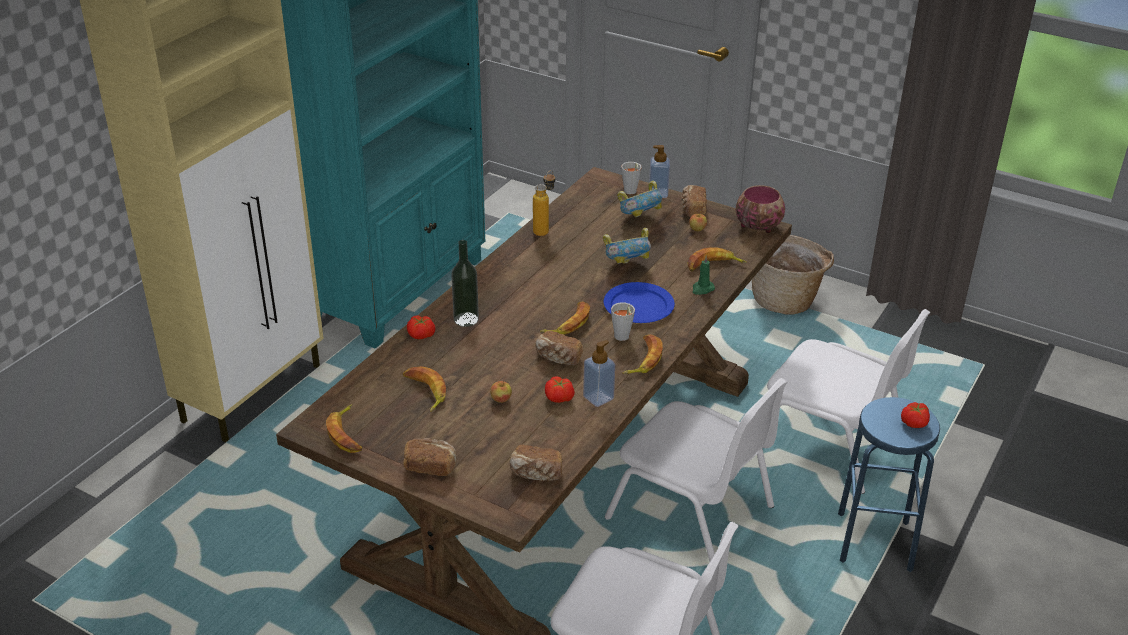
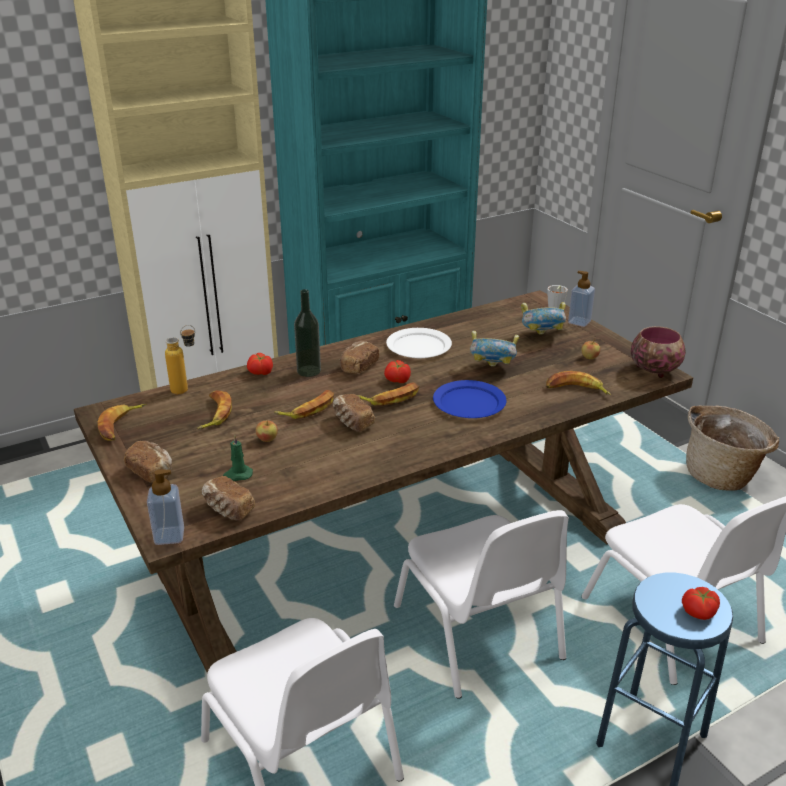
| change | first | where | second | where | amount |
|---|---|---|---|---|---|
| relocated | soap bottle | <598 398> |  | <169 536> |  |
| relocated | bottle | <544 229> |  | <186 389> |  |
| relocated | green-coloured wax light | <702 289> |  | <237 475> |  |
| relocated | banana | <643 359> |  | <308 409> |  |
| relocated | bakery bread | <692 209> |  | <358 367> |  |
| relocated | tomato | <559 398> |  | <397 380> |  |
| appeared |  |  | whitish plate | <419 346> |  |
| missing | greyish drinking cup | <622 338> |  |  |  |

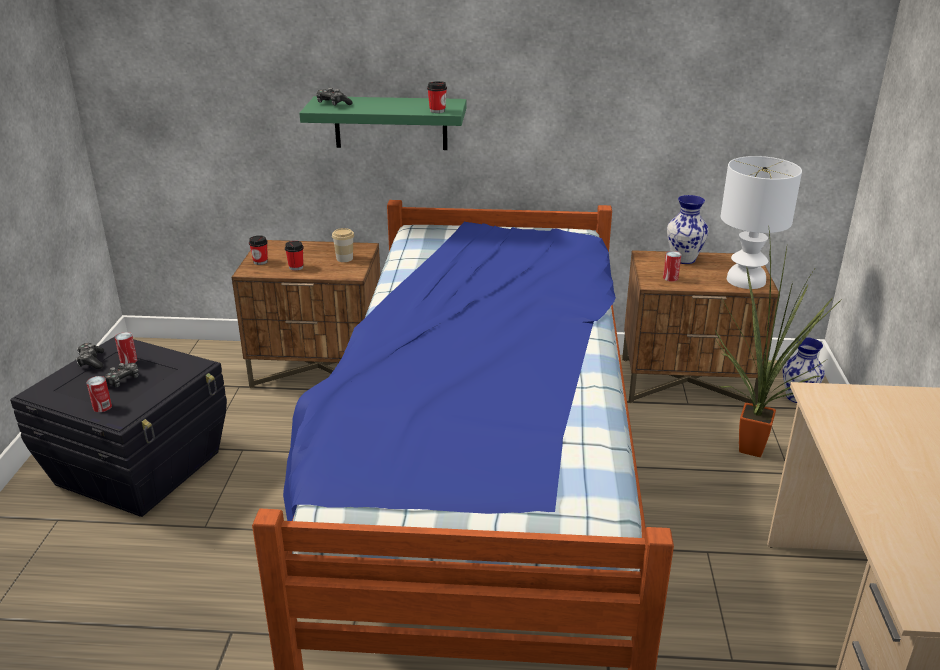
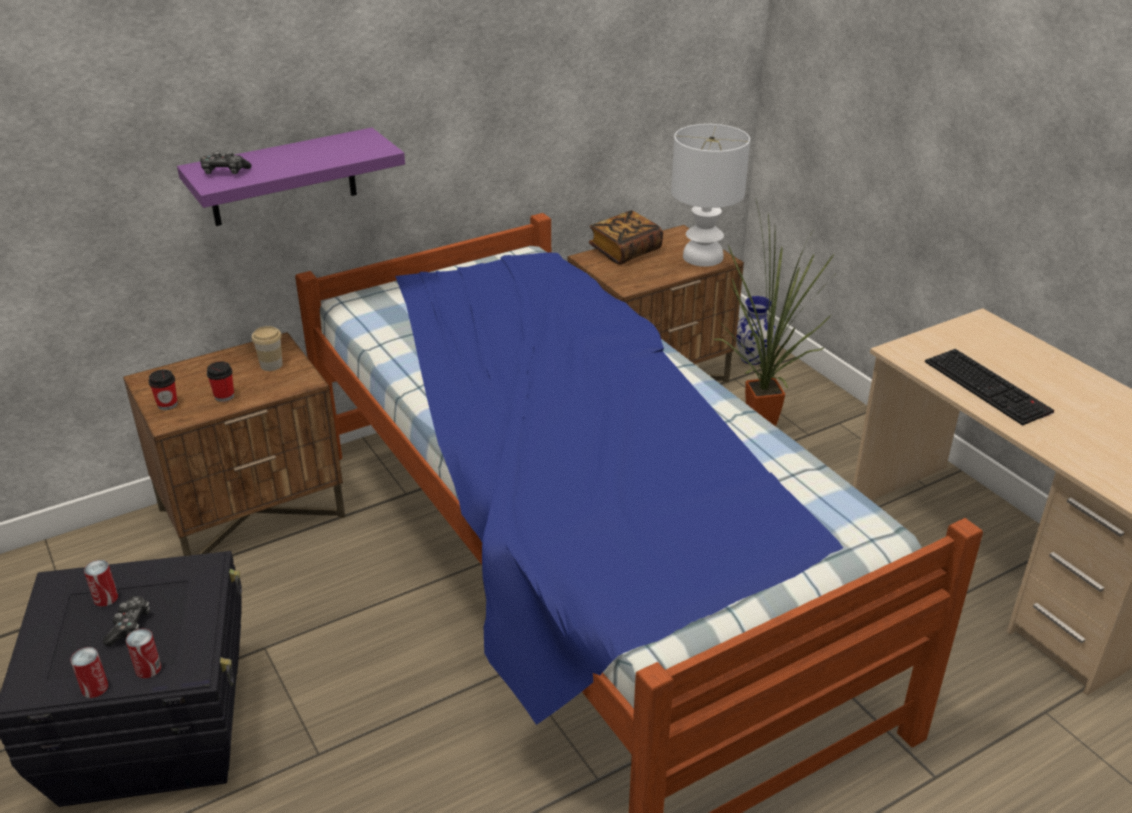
| change | first | where | second | where | amount |
|---|---|---|---|---|---|
| relocated | metal can | <670 278> |  | <94 688> |  |
| colour | green-coloured bracket shelf | <390 123> | purplish bracket shelf | <283 178> |  |
| exchanged | vase | <683 259> | bound book | <625 251> |  |
| appeared |  |  | PC keyboard | <989 387> |  |
| missing | gamepad | <91 361> |  |  |  |
| missing | drinking cup | <437 111> |  |  |  |

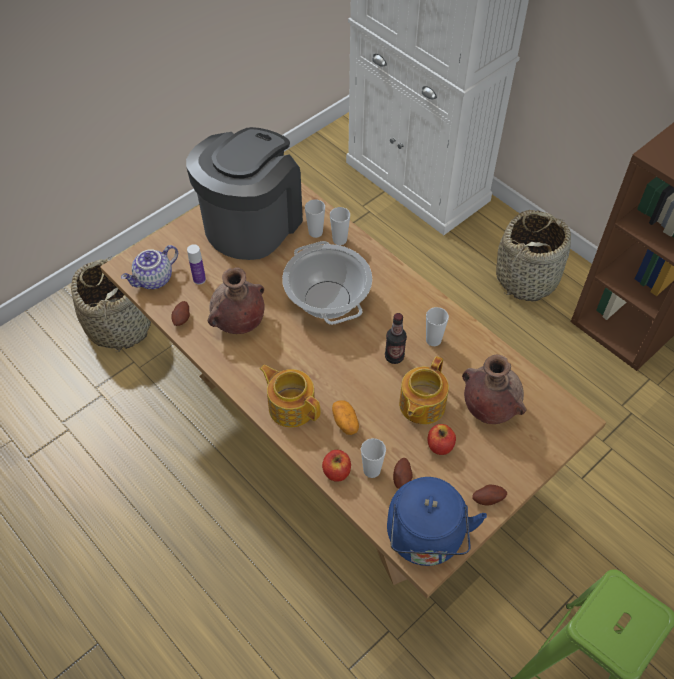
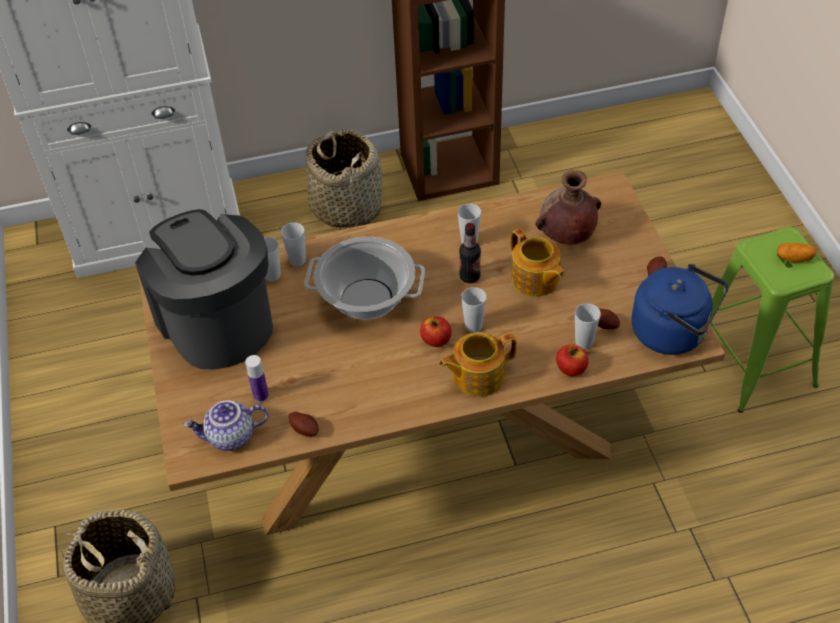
| change | first | where | second | where | amount |
|---|---|---|---|---|---|
| spun | pot for tea | <154 280> |  | <230 437> | 90 degrees clockwise |
| relocated | apple | <440 446> |  | <436 340> |  |
| appeared |  |  | drinking cup | <473 326> |  |
| relocated | spud | <345 422> |  | <794 258> |  |
| missing | brown-coloured vase | <238 323> |  |  |  |

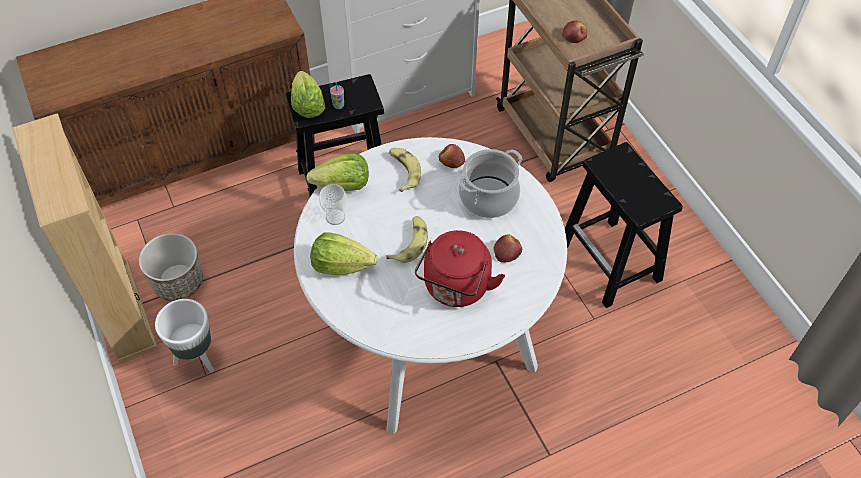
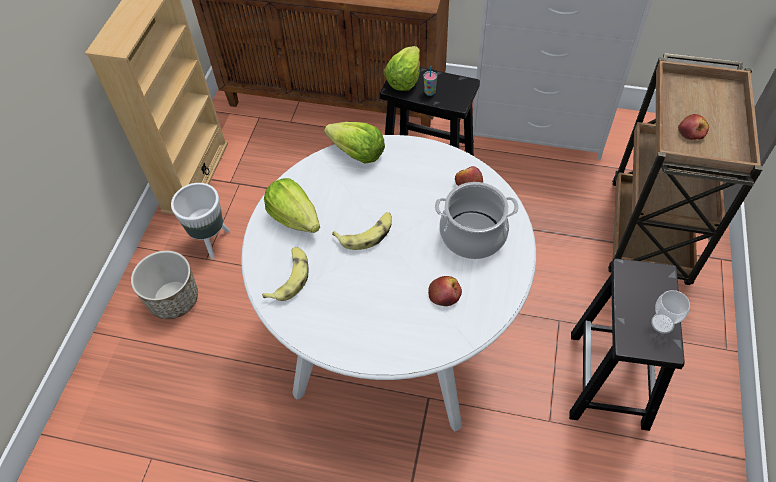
| change | first | where | second | where | amount |
|---|---|---|---|---|---|
| relocated | flower pot | <178 282> |  | <174 299> |  |
| relocated | banana | <403 171> |  | <290 277> |  |
| relocated | drinking cup | <335 217> |  | <662 323> |  |
| missing | reddish water kettle | <456 288> |  |  |  |

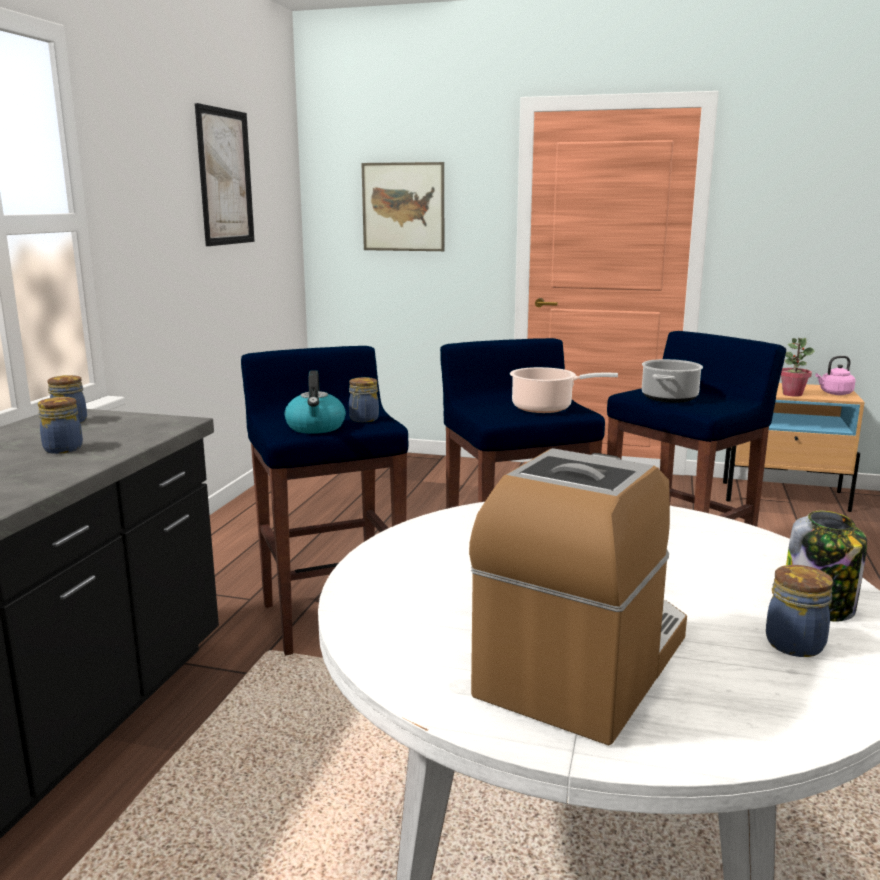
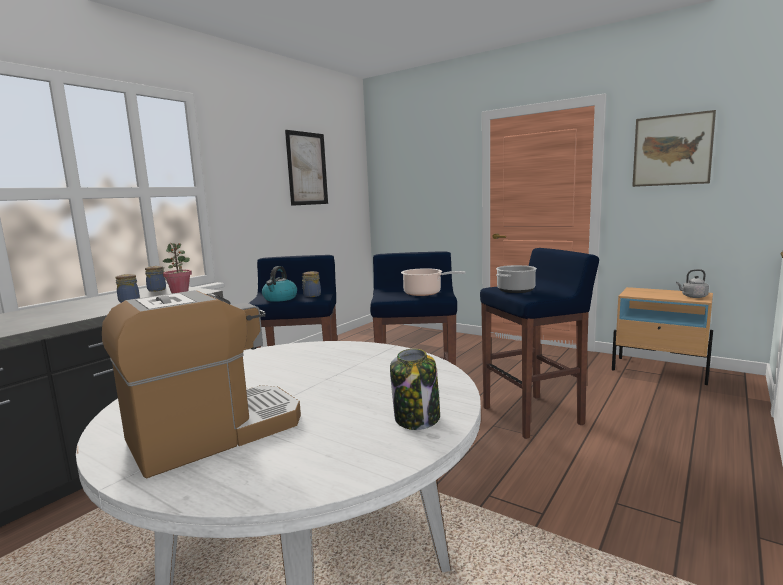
| change | first | where | second | where | amount |
|---|---|---|---|---|---|
| relocated | plant in a pot | <792 394> |  | <180 292> |  |
| relocated | wall picture | <403 207> |  | <672 150> |  |
| colour | pink-coloured water kettle | <834 393> | greyish water kettle | <693 297> |  |
| missing | jar | <796 643> |  |  |  |

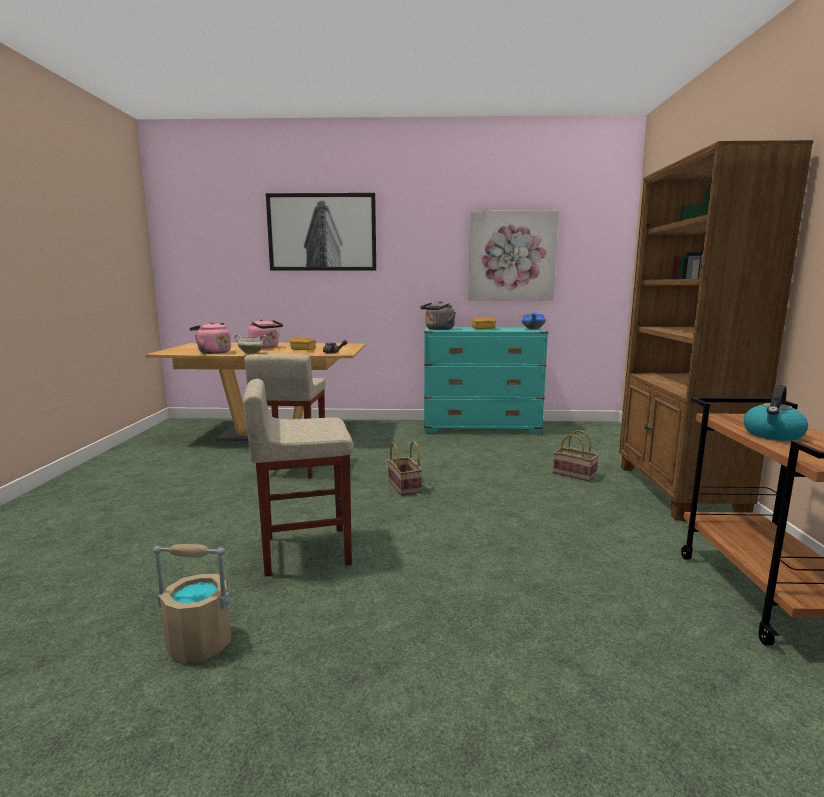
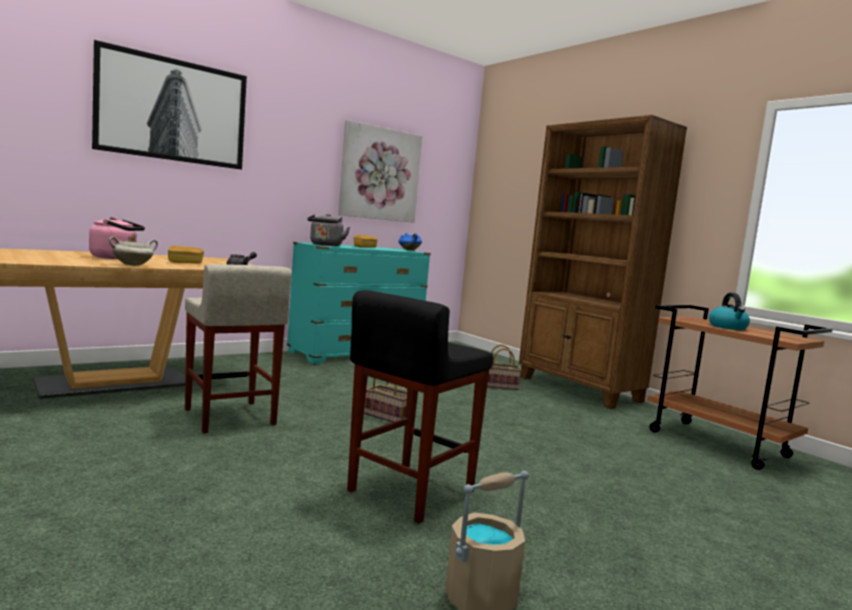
| change | first | where | second | where | amount |
|---|---|---|---|---|---|
| colour | beige sitting stool | <304 550> | blackish sitting stool | <409 491> |  |
| missing | pink-coloured water kettle | <212 352> |  |  |  |

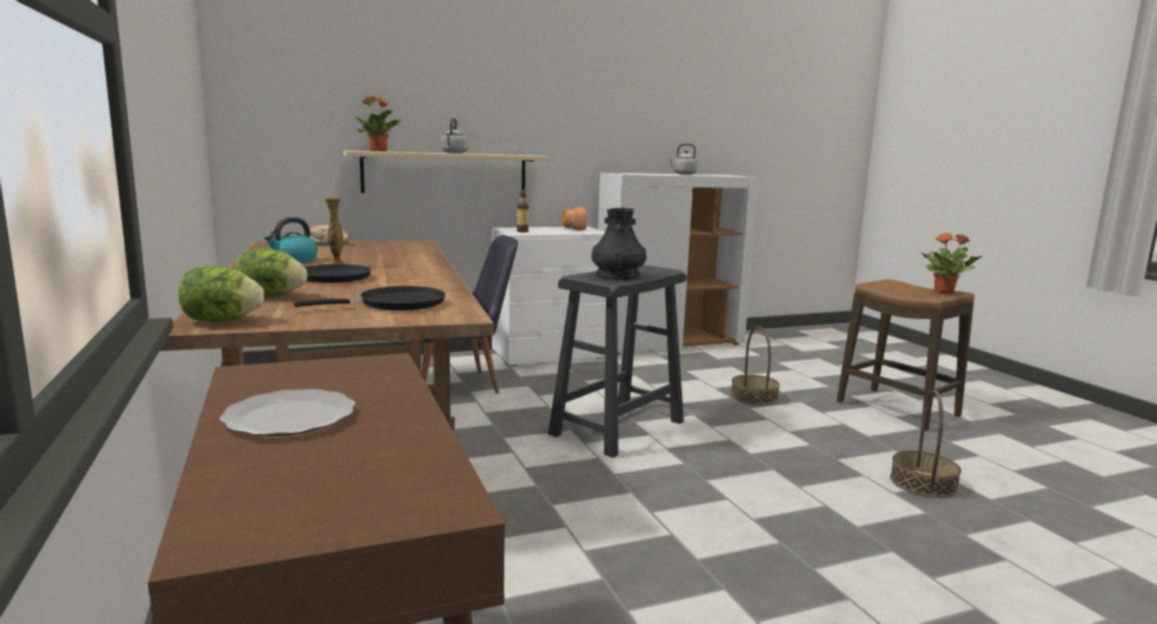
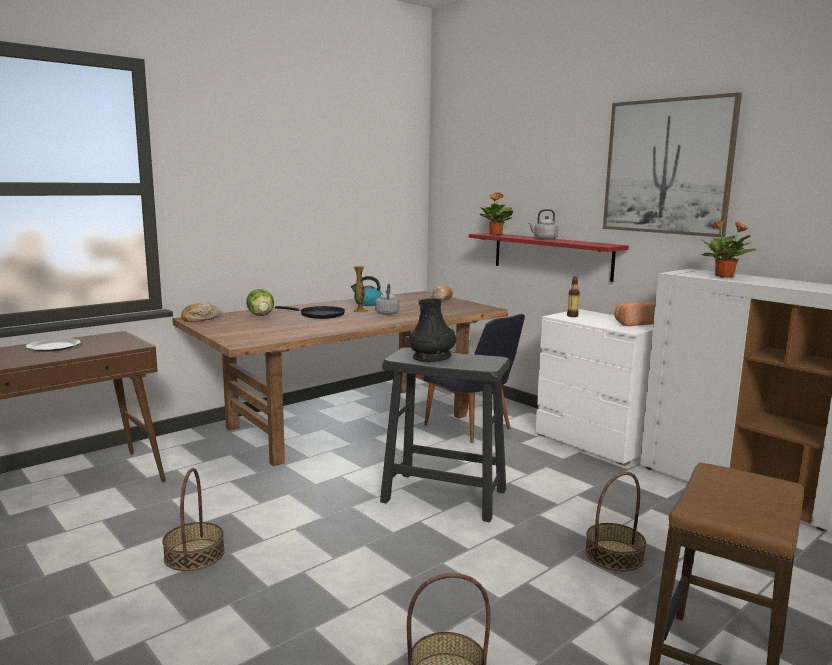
| change | first | where | second | where | amount |
|---|---|---|---|---|---|
| appeared |  |  | household basket | <194 554> |  |
| exchanged | head of lettuce | <221 321> | bakery bread | <201 319> |  |
| relocated | greyish water kettle | <683 174> |  | <387 313> |  |
| colour | beige bracket shelf | <445 173> | reddish bracket shelf | <551 255> |  |
| appeared |  |  | wall picture | <667 167> |  |
| relocated | plant in a pot | <944 292> |  | <725 276> |  |
| missing | blackish skillet | <396 304> |  |  |  |

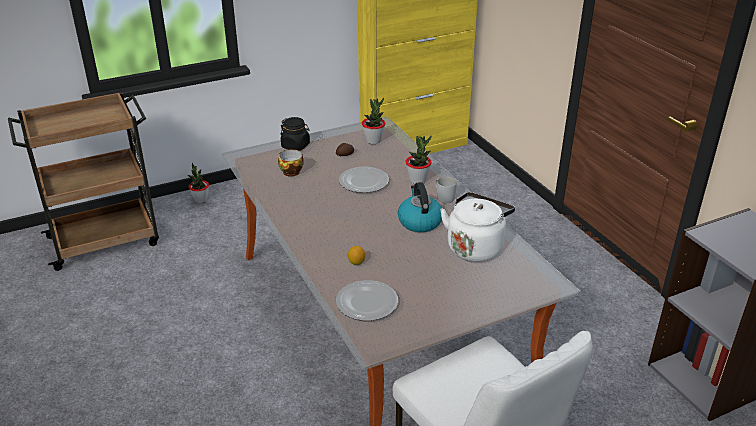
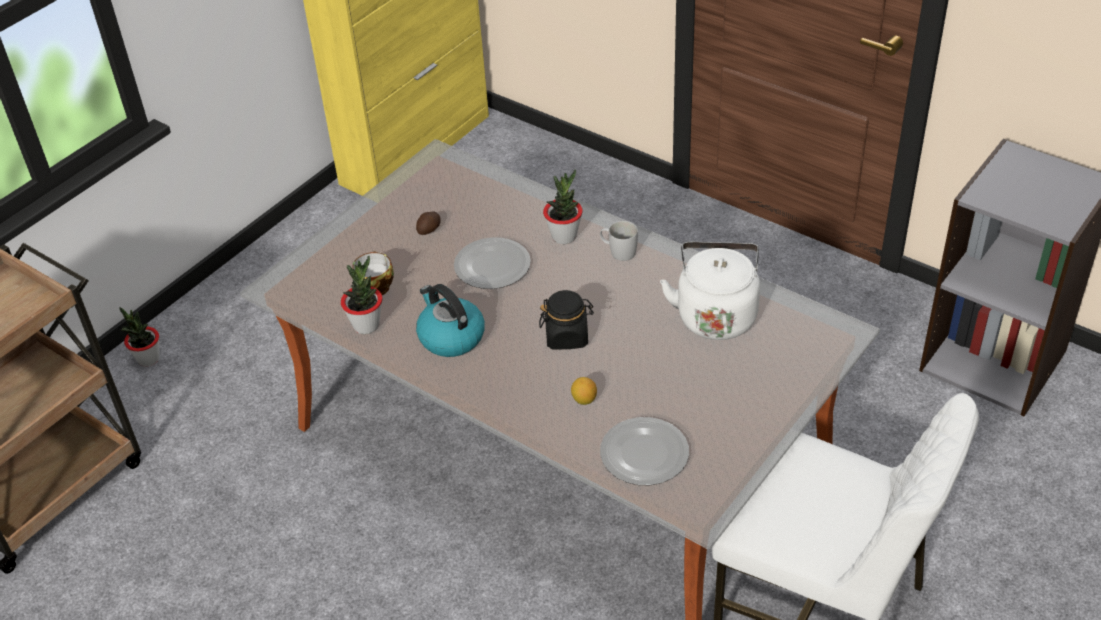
| change | first | where | second | where | amount |
|---|---|---|---|---|---|
| relocated | plant in a pot | <373 141> |  | <366 325> |  |
| relocated | water kettle | <419 221> |  | <450 337> |  |
| relocated | blackish jar | <295 146> |  | <567 336> |  |

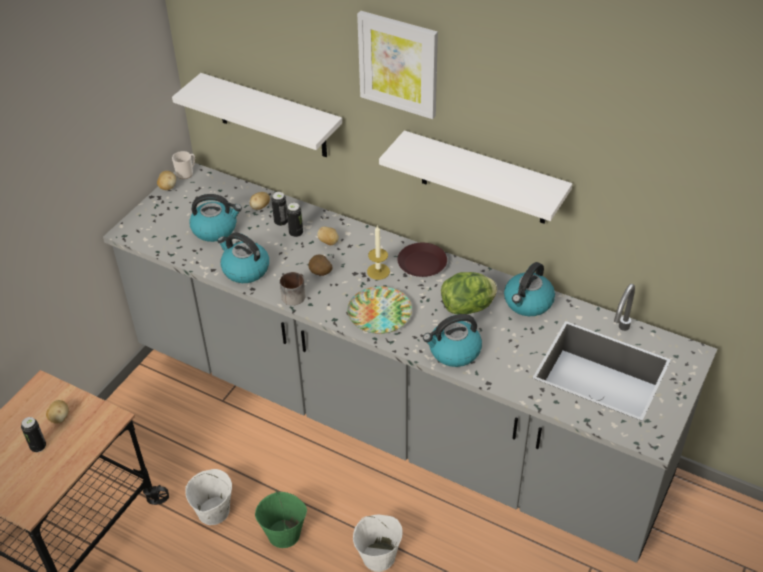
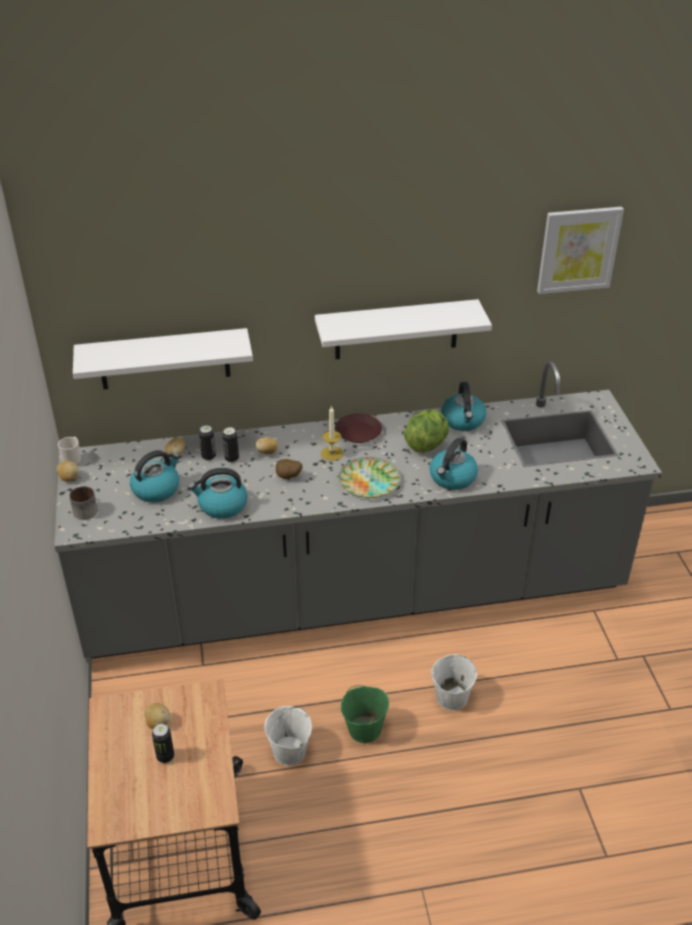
| change | first | where | second | where | amount |
|---|---|---|---|---|---|
| relocated | coffee mug | <294 294> |  | <84 509> |  |
| relocated | wall picture | <399 64> |  | <578 249> |  |

